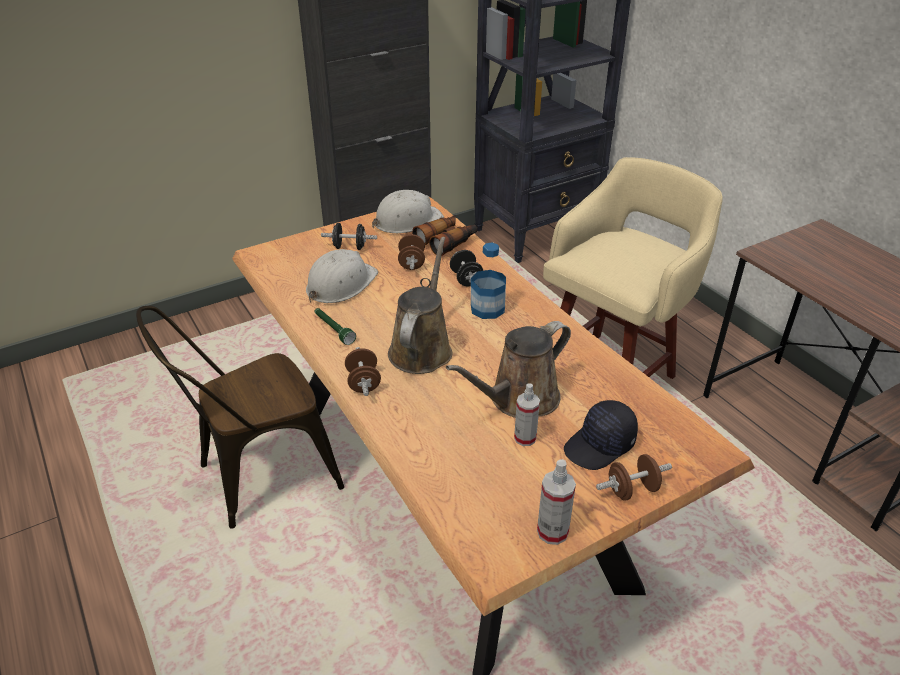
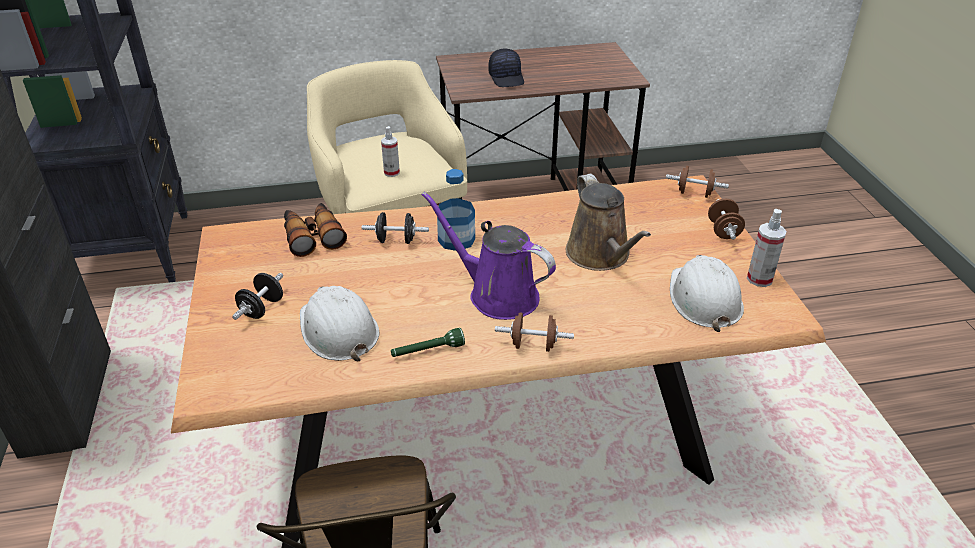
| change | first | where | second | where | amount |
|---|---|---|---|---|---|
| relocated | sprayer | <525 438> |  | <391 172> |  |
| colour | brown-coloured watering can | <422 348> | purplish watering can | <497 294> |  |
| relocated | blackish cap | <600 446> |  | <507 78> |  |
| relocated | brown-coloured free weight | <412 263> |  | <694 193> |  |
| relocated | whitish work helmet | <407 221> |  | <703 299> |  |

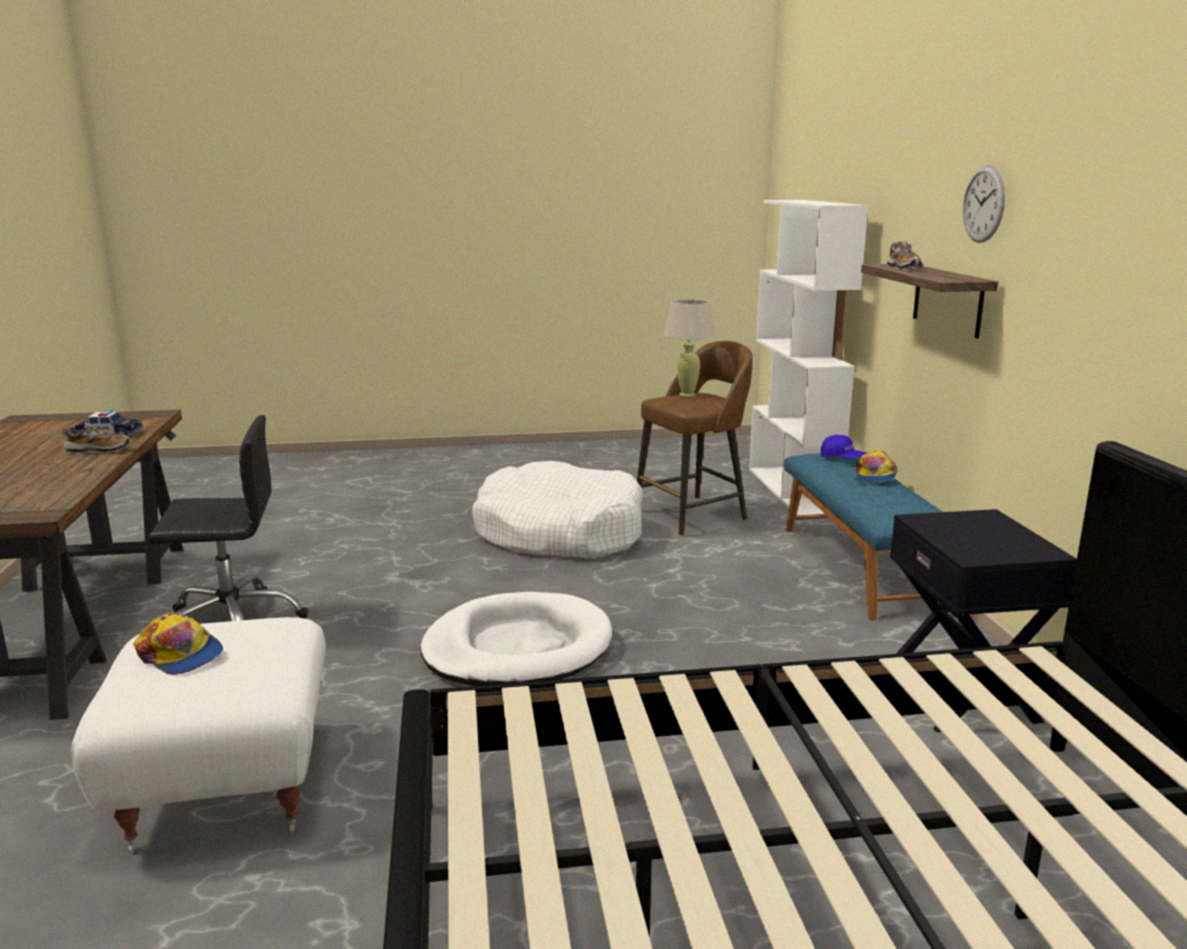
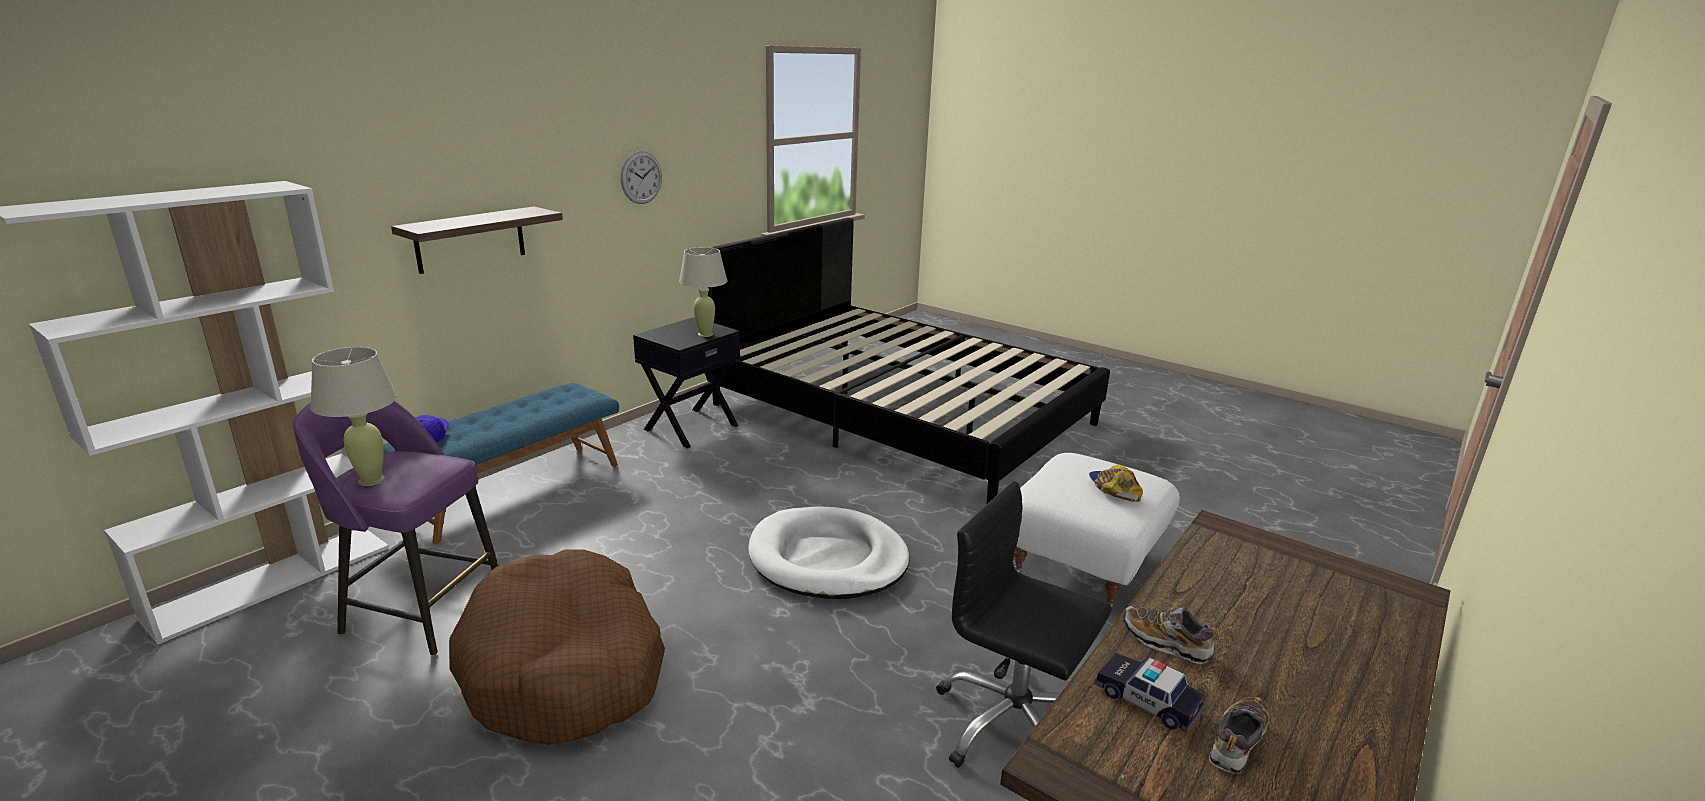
| change | first | where | second | where | amount |
|---|---|---|---|---|---|
| colour | brown-coloured sitting stool | <692 514> | purplish sitting stool | <420 609> |  |
| colour | whitish dog bed | <559 533> | brown-coloured dog bed | <565 668> |  |
| relocated | wall clock | <983 204> |  | <641 177> |  |
| appeared |  |  | beige table lamp | <705 334> |  |
| relocated | item of footwear | <903 268> |  | <1237 743> |  |
| missing | cap | <875 476> |  |  |  |

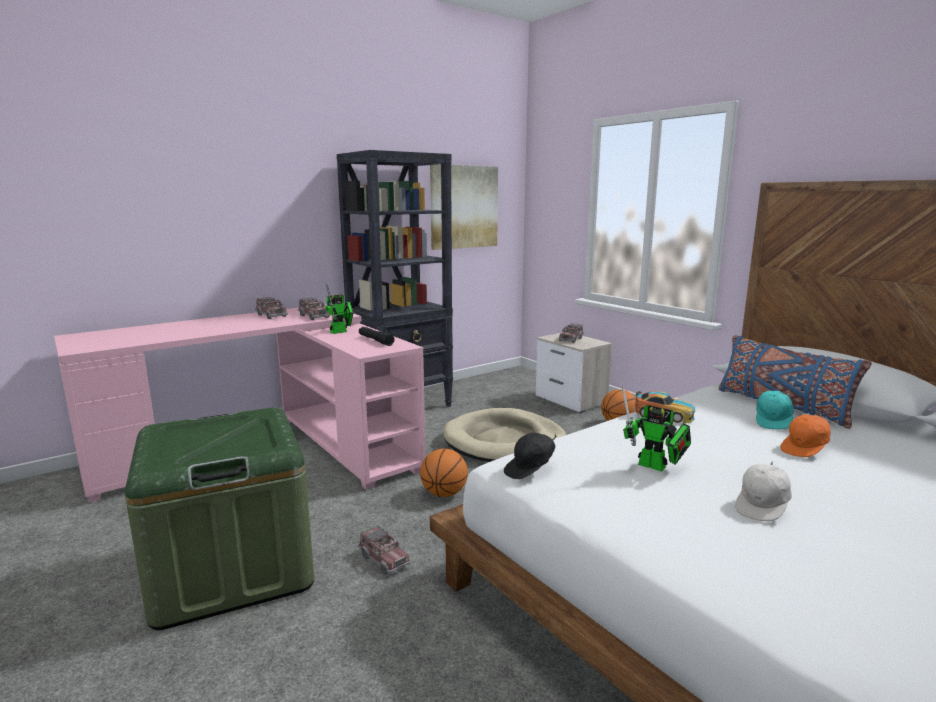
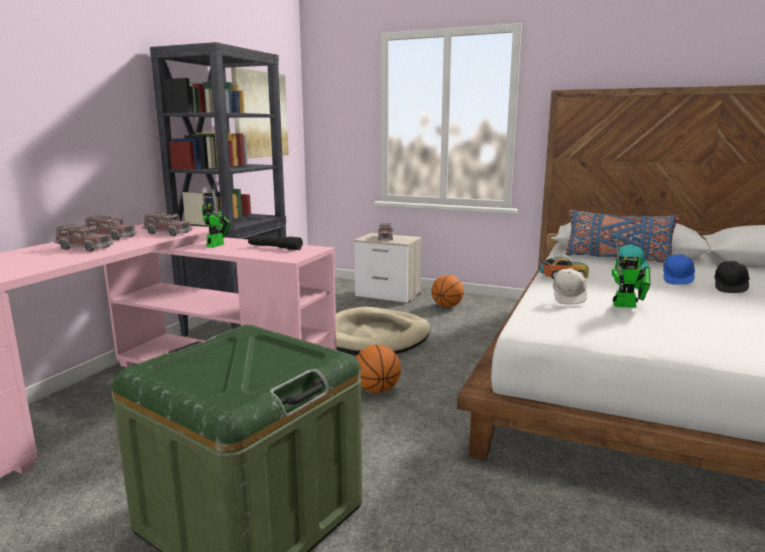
| change | first | where | second | where | amount |
|---|---|---|---|---|---|
| relocated | toy truck | <384 559> |  | <85 248> |  |
| relocated | whitish cap | <763 507> |  | <569 298> |  |
| colour | orange cap | <805 449> | bluish cap | <677 280> |  |
| relocated | blackish cap | <531 470> |  | <730 288> |  |

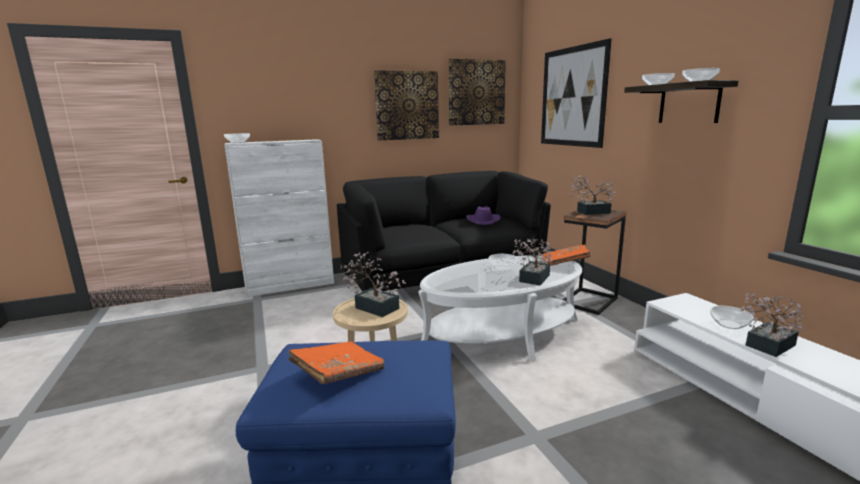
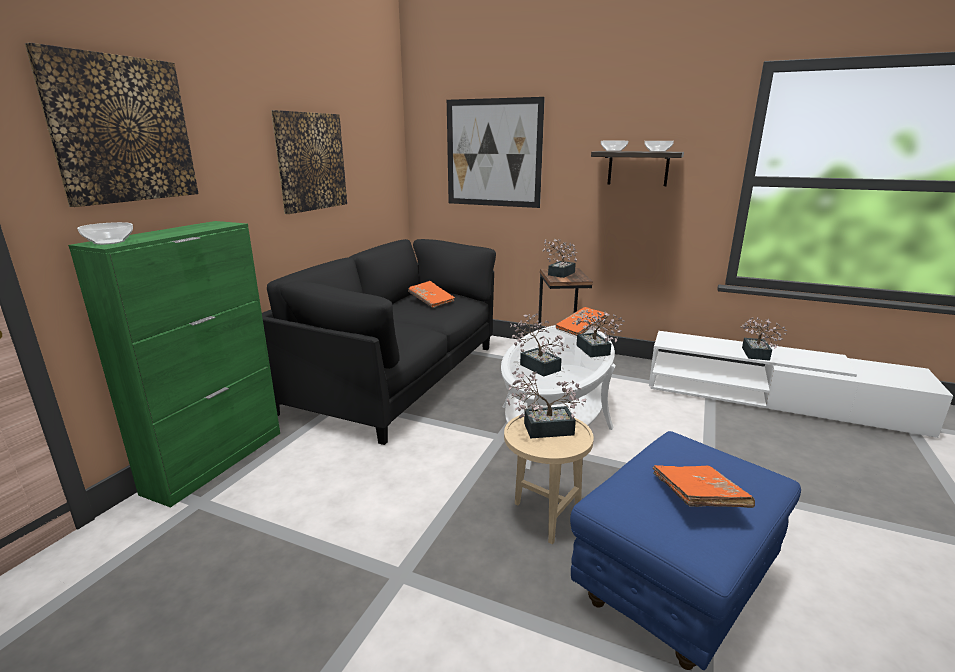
| change | first | where | second | where | amount |
|---|---|---|---|---|---|
| relocated | wall picture | <476 92> |  | <122 130> |  |
| colour | whitish cabinet | <291 285> | green-coloured cabinet | <217 461> |  |
| exchanged | purplish clothing hat | <482 220> | orange bound book | <431 301> |  |
| appeared |  |  | plant in a pot | <537 365> |  |
| missing | bowl | <729 324> |  |  |  |

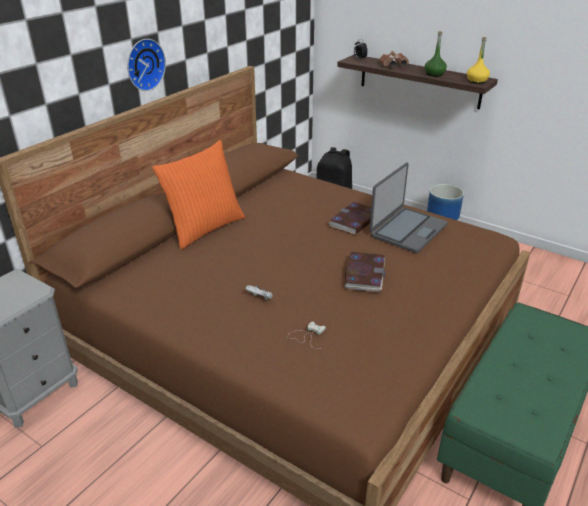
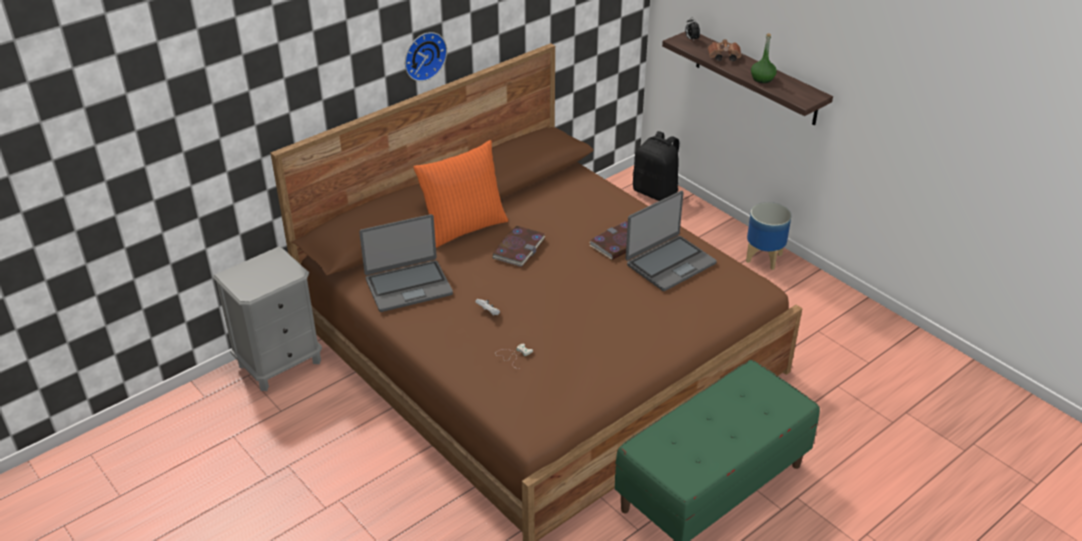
| change | first | where | second | where | amount |
|---|---|---|---|---|---|
| appeared |  |  | portable computer | <408 286> |  |
| relocated | bound book | <364 274> |  | <519 248> |  |
| missing | yellowish bottle | <477 81> |  |  |  |

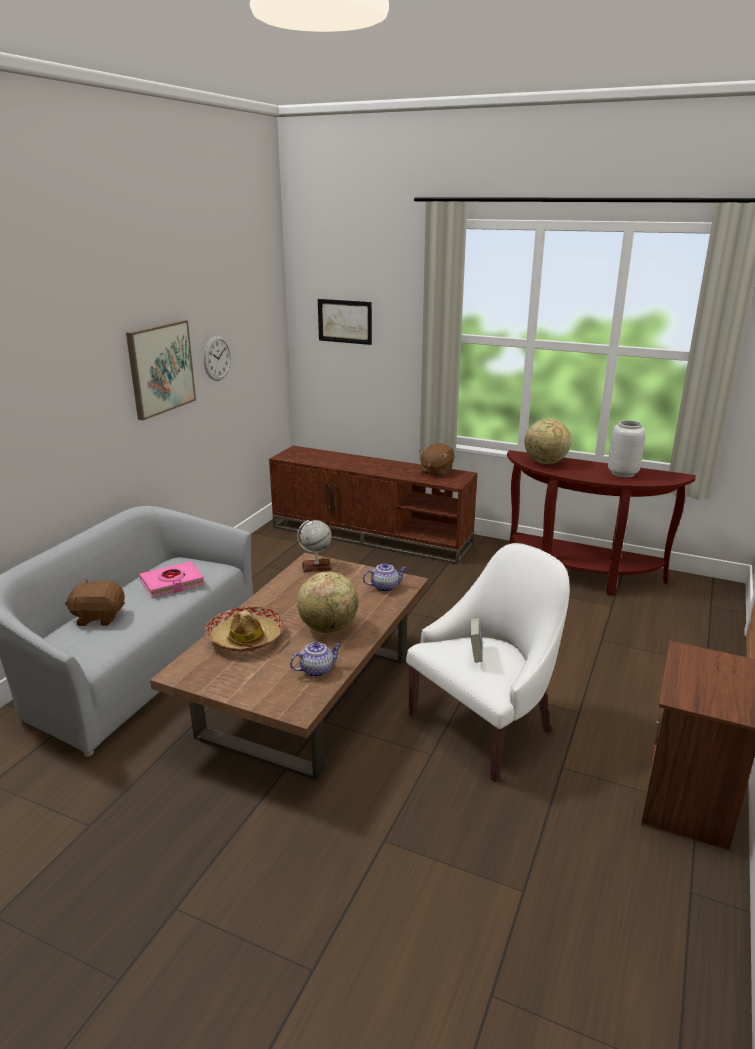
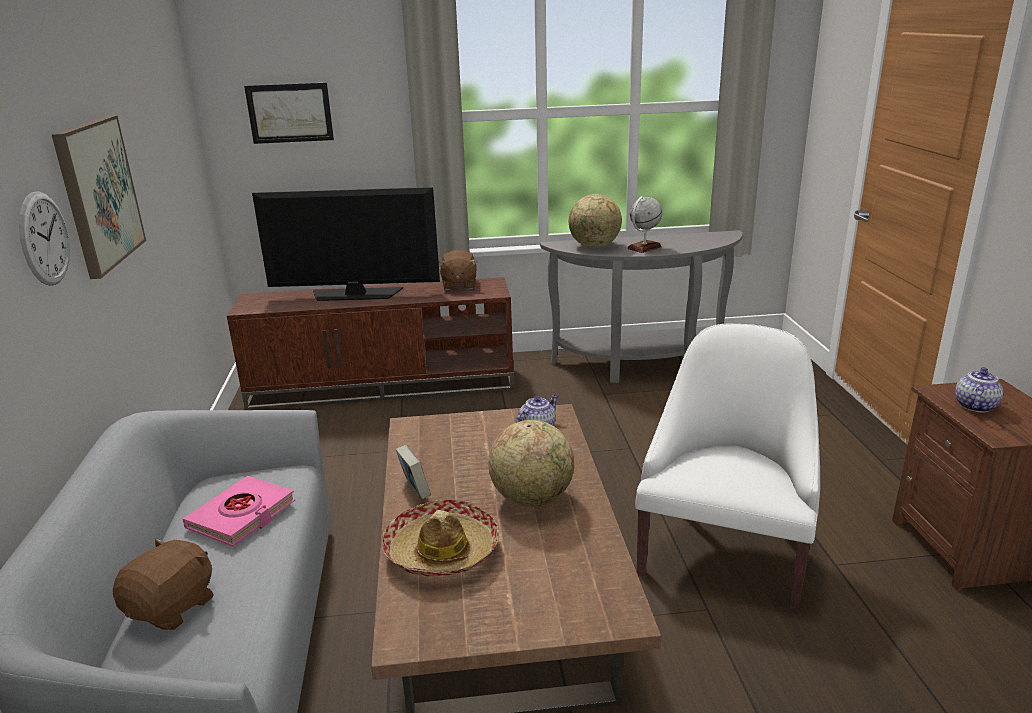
| change | first | where | second | where | amount |
|---|---|---|---|---|---|
| relocated | wall clock | <217 358> |  | <44 238> |  |
| spun | brown-coloured soft toy | <99 617> |  | <173 607> | 150 degrees clockwise |
| appeared |  |  | TV | <355 294> |  |
| relocated | bound book | <475 655> |  | <415 490> |  |
| colour | brown-coloured console table | <580 575> | greyish console table | <643 365> |  |
| relocated | desk globe | <316 567> |  | <644 247> |  |
| relocated | pot for tea | <317 670> |  | <974 405> |  |
| missing | greyish vase | <623 473> |  |  |  |

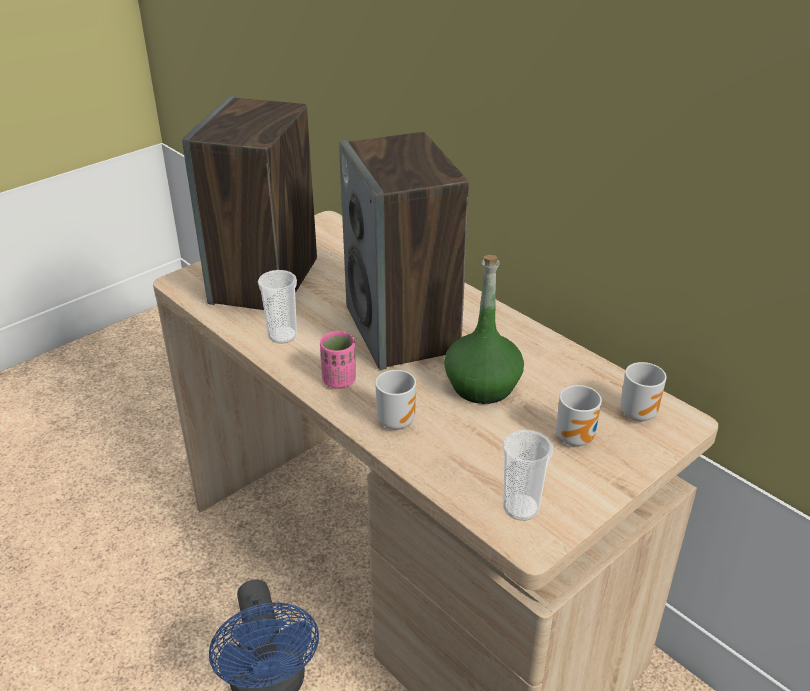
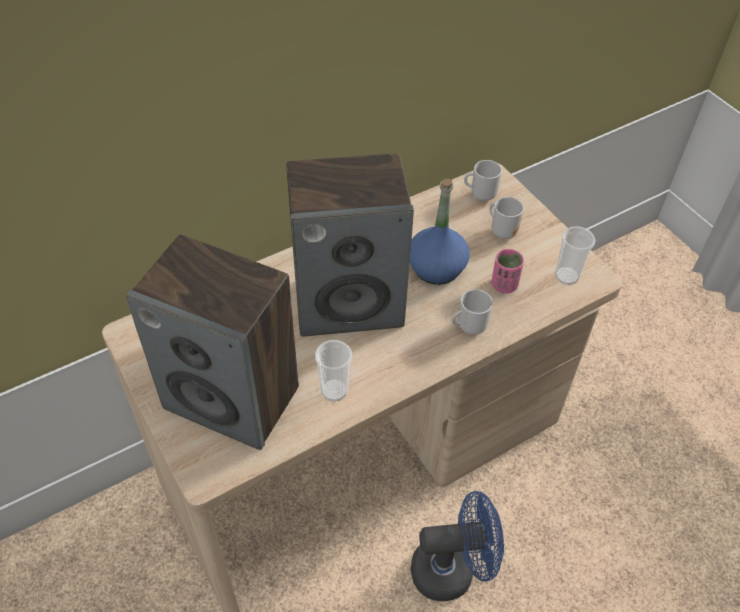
| change | first | where | second | where | amount |
|---|---|---|---|---|---|
| colour | green-coloured bottle | <482 386> | bluish bottle | <436 268> |  |
| relocated | pink-coloured drinking cup | <339 380> |  | <504 285> |  |

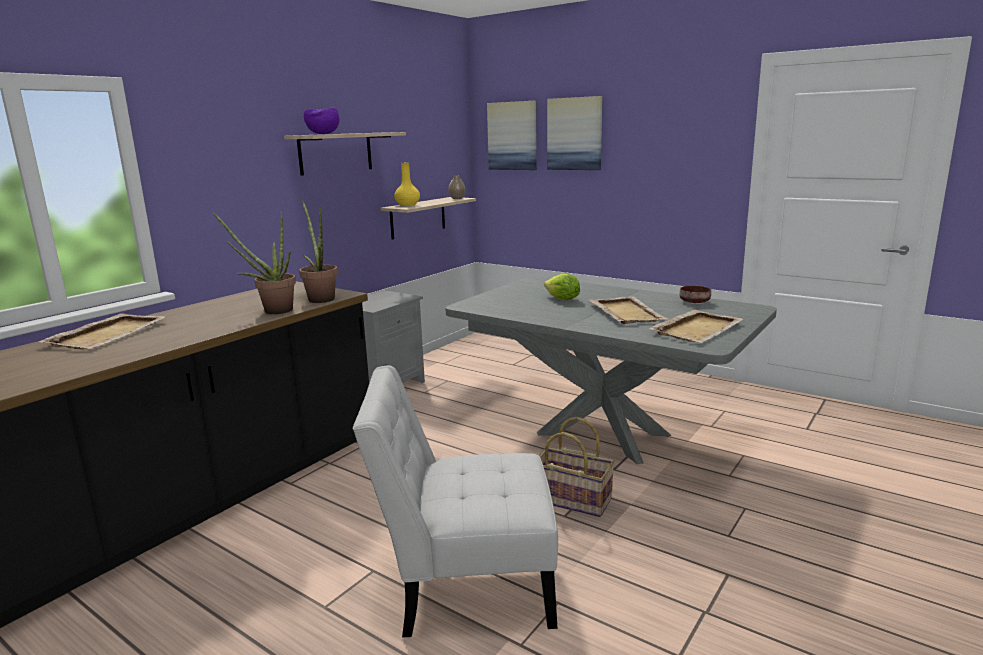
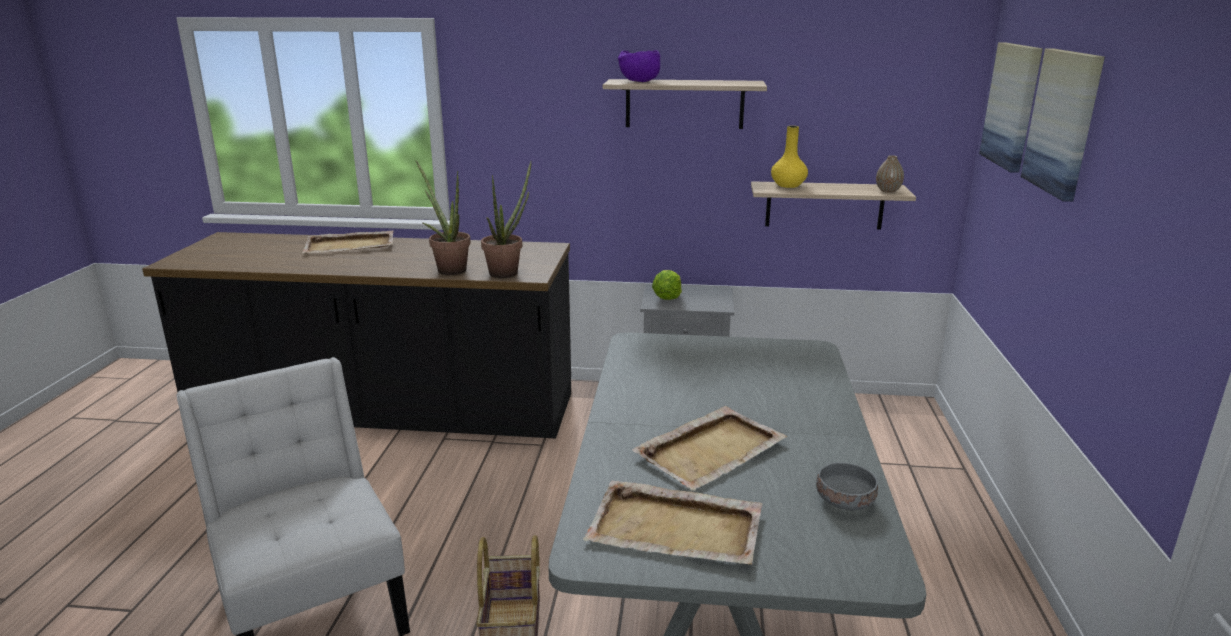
| change | first | where | second | where | amount |
|---|---|---|---|---|---|
| relocated | head of lettuce | <562 299> |  | <667 297> |  |
| colour | brown-coloured bowl | <695 302> | greyish bowl | <846 501> |  |

